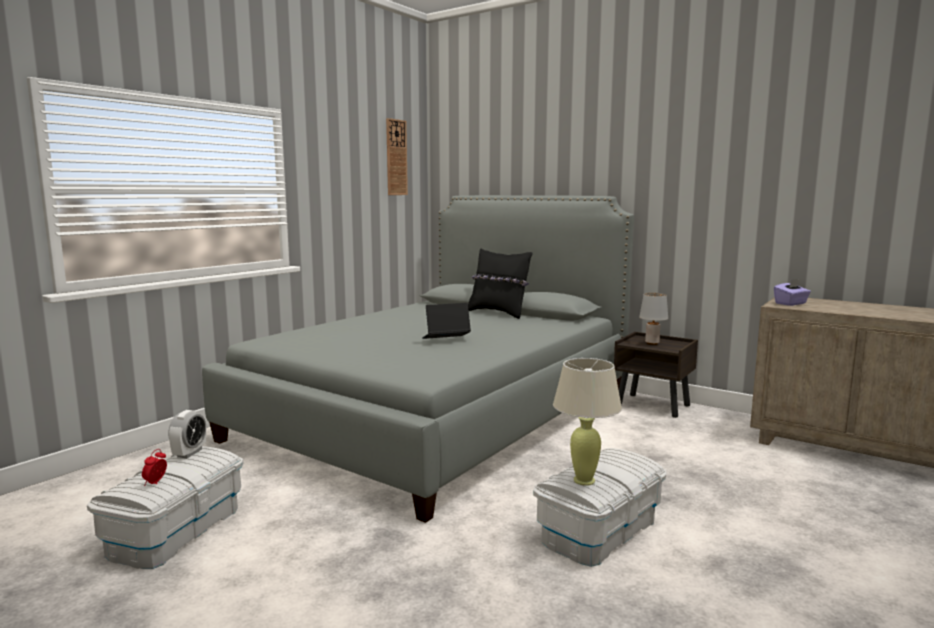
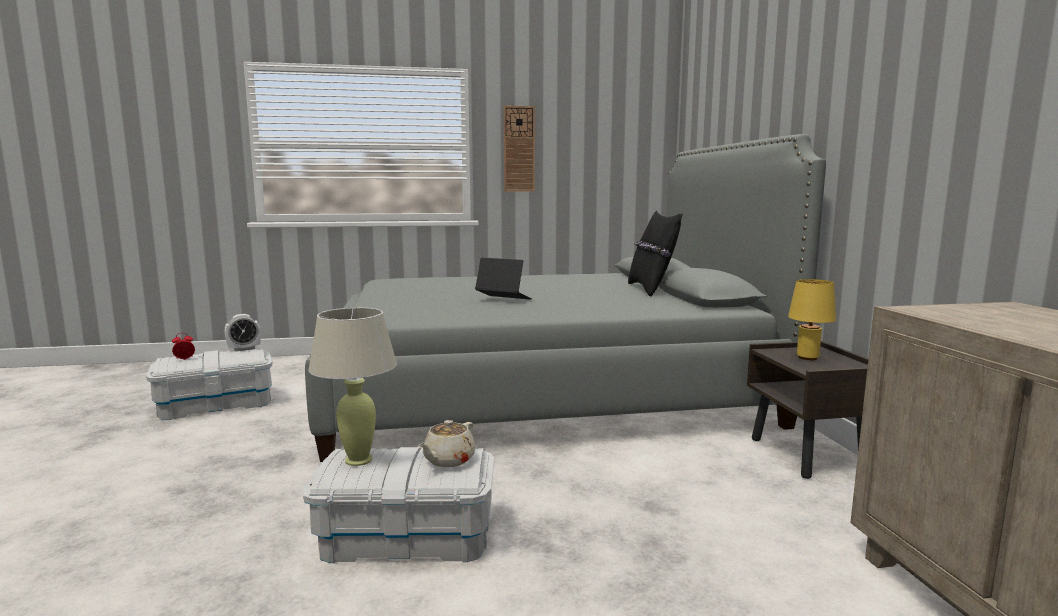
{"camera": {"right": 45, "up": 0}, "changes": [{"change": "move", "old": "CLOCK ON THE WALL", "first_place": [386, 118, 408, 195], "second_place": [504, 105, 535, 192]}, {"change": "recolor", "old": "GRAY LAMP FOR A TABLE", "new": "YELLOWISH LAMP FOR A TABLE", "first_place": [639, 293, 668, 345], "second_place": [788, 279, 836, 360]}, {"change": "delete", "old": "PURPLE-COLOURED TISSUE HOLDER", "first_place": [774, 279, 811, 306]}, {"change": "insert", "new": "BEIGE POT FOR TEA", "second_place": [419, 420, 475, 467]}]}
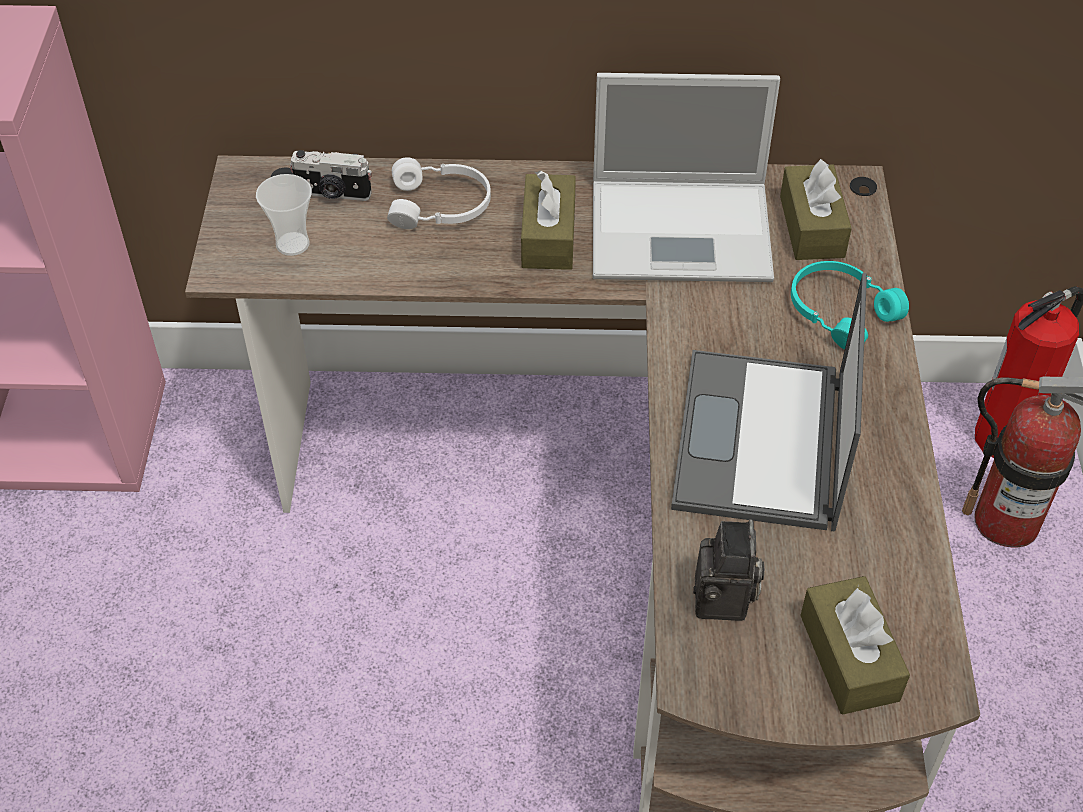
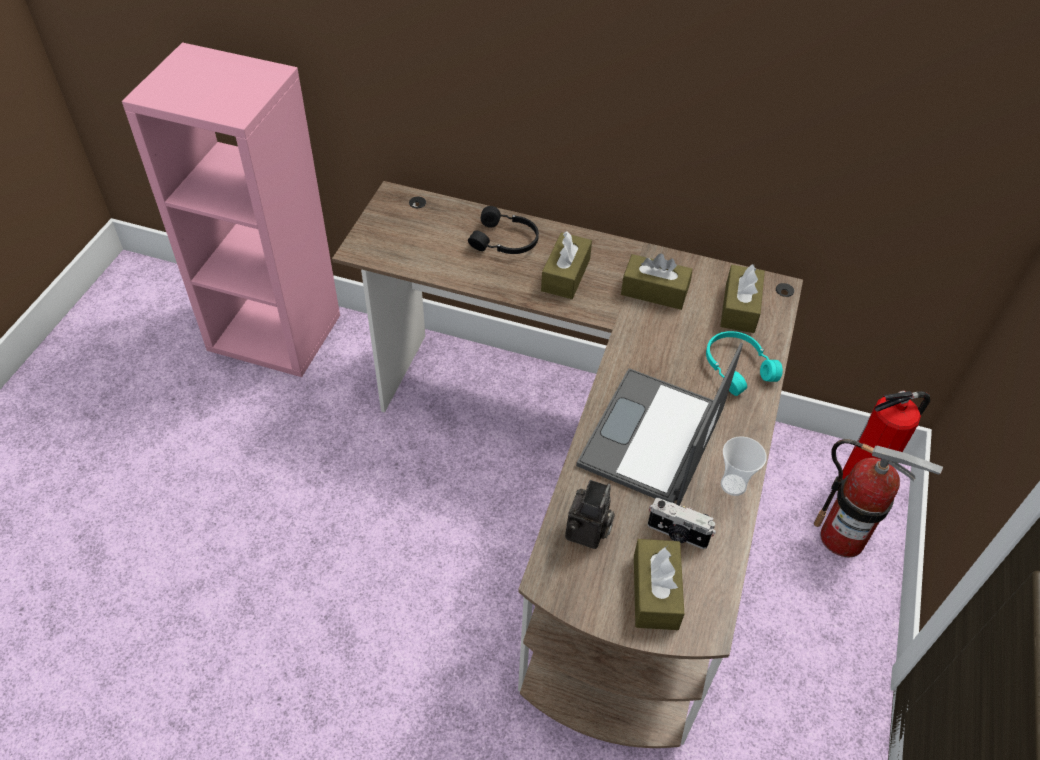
{"camera": {"right": 15, "up": 0}, "changes": [{"change": "move", "old": "SMALL CUP", "first_place": [256, 174, 312, 256], "second_place": [721, 436, 767, 496]}, {"change": "move", "old": "PHOTO CAMERA", "first_place": [290, 150, 372, 201], "second_place": [648, 498, 716, 549]}, {"change": "recolor", "old": "WHITE HEADPHONES", "new": "BLACKISH HEADPHONES", "first_place": [387, 157, 491, 229], "second_place": [468, 206, 539, 254]}, {"change": "replace", "old": "NOTEBOOK COMPUTER", "new": "BROWN-COLOURED TISSUE HOLDER", "first_place": [593, 73, 780, 282], "second_place": [621, 253, 693, 310]}]}
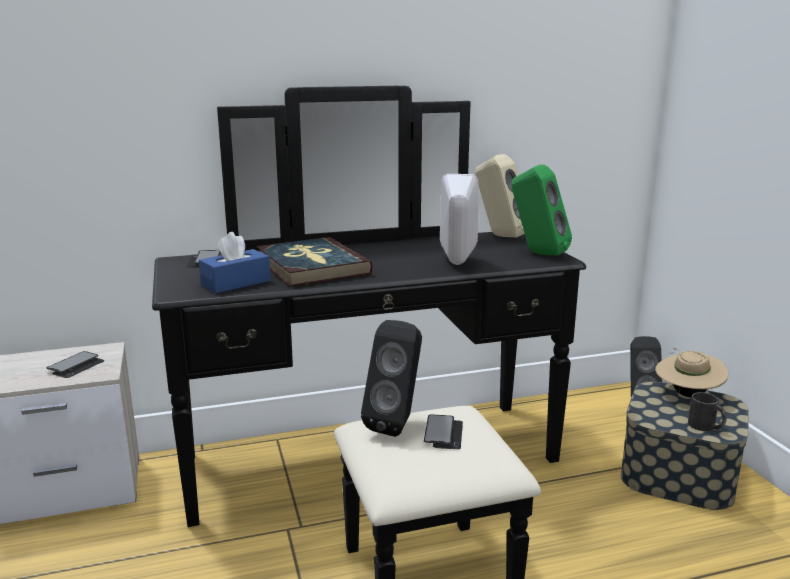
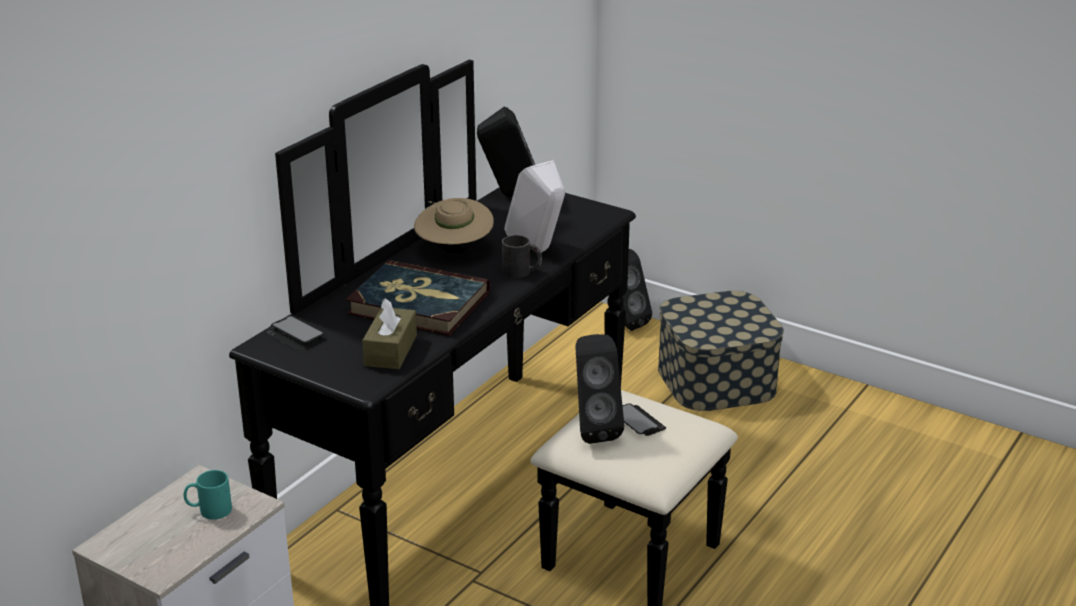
{"camera": {"right": -40, "up": 10}, "changes": [{"change": "replace", "old": "HANDSET", "new": "TURQUOISE-COLOURED TEA MUG", "first_place": [47, 351, 104, 378], "second_place": [184, 470, 232, 520]}, {"change": "recolor", "old": "BLUE TISSUE HOLDER", "new": "BROWN-COLOURED TISSUE HOLDER", "first_place": [199, 232, 271, 293], "second_place": [362, 298, 417, 369]}, {"change": "recolor", "old": "BEIGE AUDIO SPEAKER", "new": "BLACKISH AUDIO SPEAKER", "first_place": [475, 154, 525, 237], "second_place": [477, 106, 535, 197]}, {"change": "delete", "old": "GREEN AUDIO SPEAKER", "first_place": [512, 165, 572, 256]}, {"change": "move", "old": "BEIGE CLOTHING HAT", "first_place": [655, 348, 729, 397], "second_place": [414, 198, 494, 253]}, {"change": "move", "old": "BLACKISH TEA MUG", "first_place": [688, 392, 727, 431], "second_place": [502, 235, 542, 278]}]}
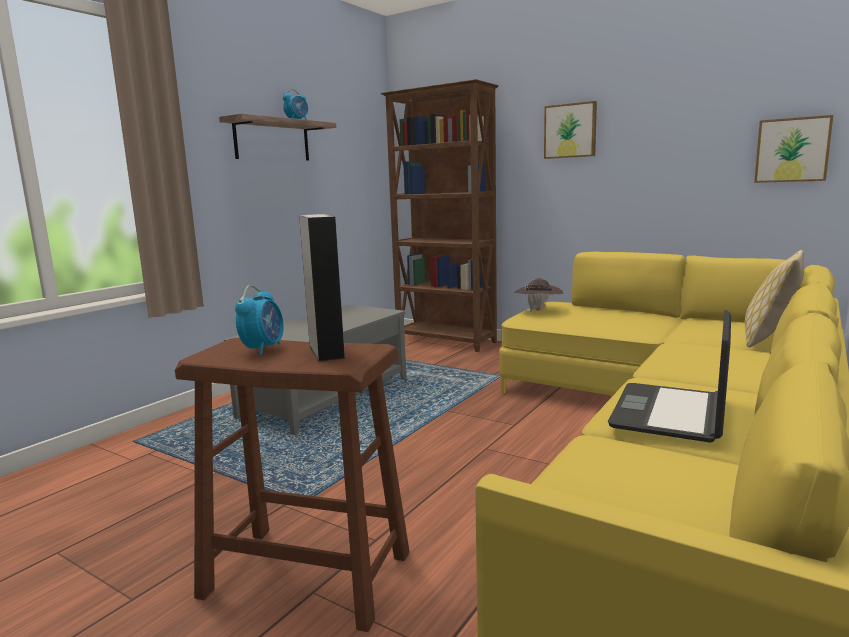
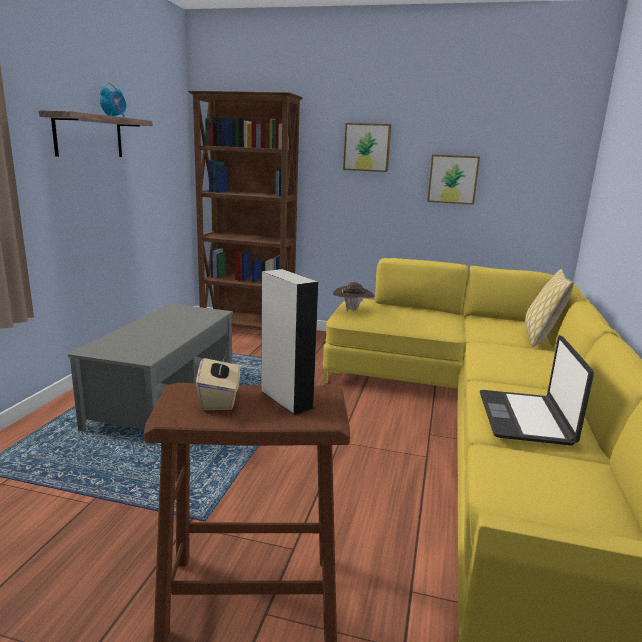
{"camera": {"right": -20, "up": 5}, "changes": [{"change": "replace", "old": "ALARM CLOCK", "new": "BEIGE TISSUE HOLDER", "first_place": [235, 285, 284, 355], "second_place": [196, 352, 240, 410]}, {"change": "move", "old": "WALL ART", "first_place": [754, 115, 833, 183], "second_place": [427, 155, 480, 205]}]}
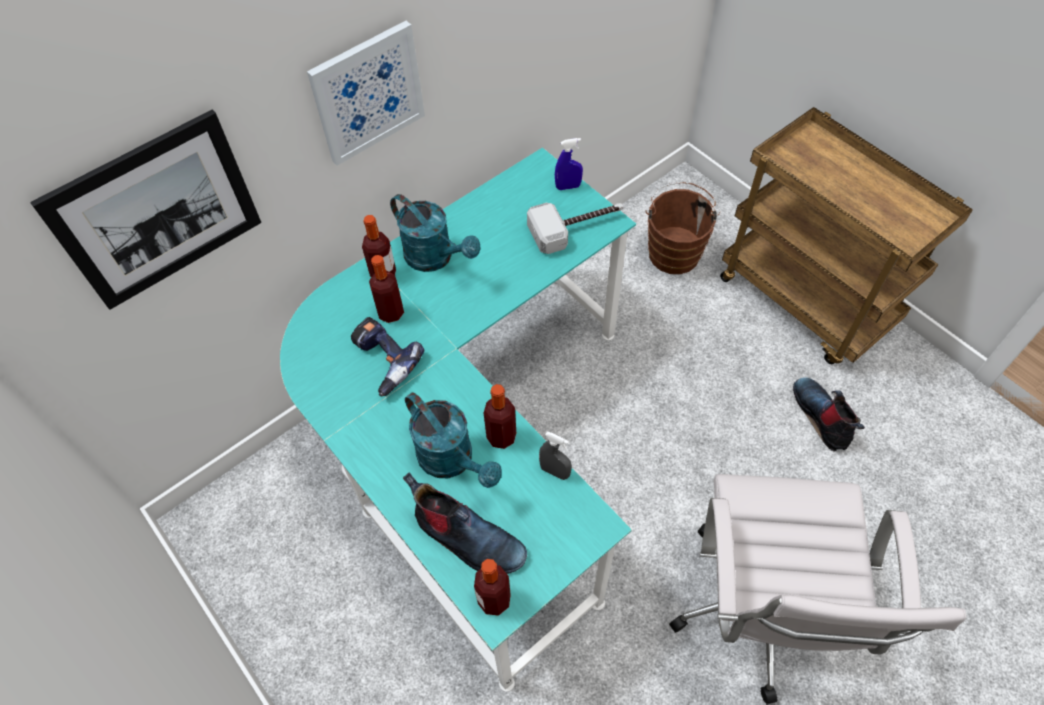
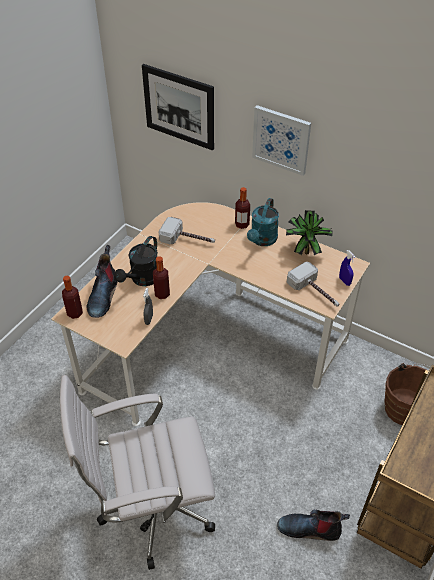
{"camera": {"right": 70, "up": -10}, "changes": [{"change": "recolor", "old": "TURQUOISE-COLOURED DESK TABLE", "new": "BEIGE DESK TABLE", "first_place": [280, 147, 636, 692], "second_place": [51, 202, 370, 426]}, {"change": "replace", "old": "DRILL", "new": "TOOL HAMMER", "first_place": [351, 317, 424, 396], "second_place": [158, 217, 215, 244]}, {"change": "delete", "old": "BOTTLE", "first_place": [369, 255, 404, 323]}, {"change": "recolor", "old": "TURQUOISE-COLOURED SPRINKLING CAN", "new": "BLACKISH SPRINKLING CAN", "first_place": [405, 392, 502, 488], "second_place": [114, 236, 158, 286]}, {"change": "rotate", "old": "BOOT", "first_place": [793, 377, 865, 451], "second_place": [277, 510, 350, 541], "degrees": -135}, {"change": "insert", "new": "POTTED PLANT", "second_place": [286, 210, 333, 255]}]}
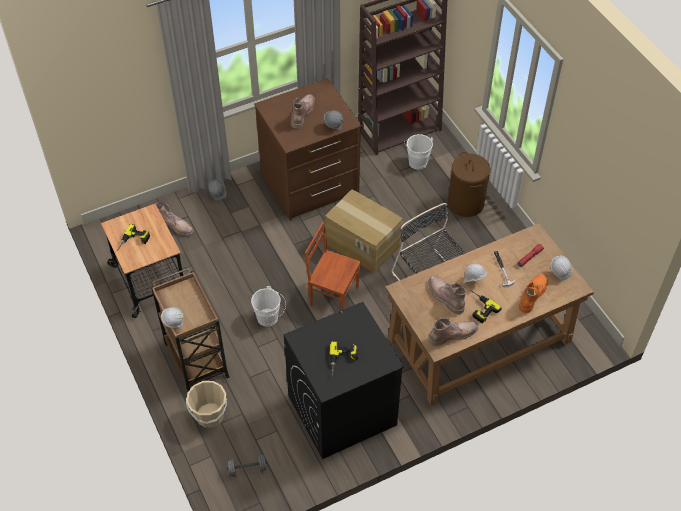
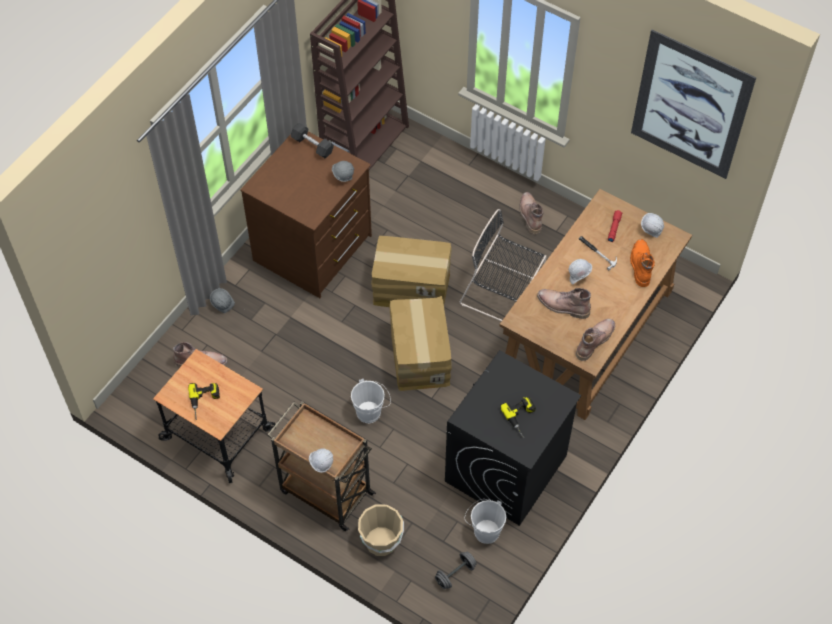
{"camera": {"right": -30, "up": 5}, "changes": [{"change": "move", "old": "BROWN-COLOURED BOOT", "first_place": [291, 94, 315, 129], "second_place": [519, 192, 544, 234]}, {"change": "replace", "old": "BROWN-COLOURED CHAIR", "new": "CARTON", "first_place": [305, 222, 361, 310], "second_place": [390, 296, 452, 391]}, {"change": "move", "old": "WHITE BUCKET", "first_place": [404, 134, 433, 170], "second_place": [465, 499, 506, 544]}, {"change": "delete", "old": "BROWN-COLOURED WASHING BASKET", "first_place": [448, 152, 491, 217]}, {"change": "delete", "old": "DRILL", "first_place": [470, 290, 502, 323]}, {"change": "insert", "new": "BLACKISH DUMBBELL", "second_place": [291, 123, 334, 158]}, {"change": "insert", "new": "WALL ART", "second_place": [631, 30, 756, 179]}]}
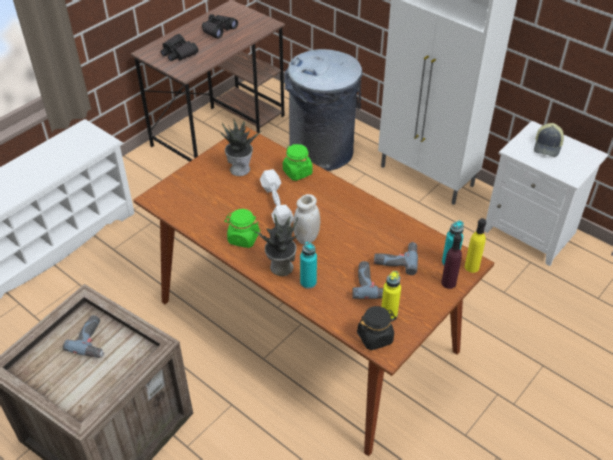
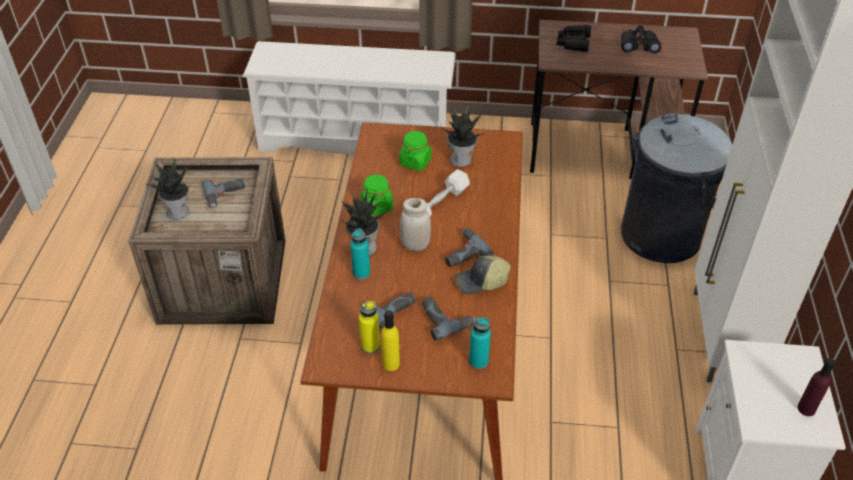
{"camera": {"right": 55, "up": 0}, "changes": [{"change": "move", "old": "GREEN STORAGE JAR", "first_place": [283, 144, 313, 181], "second_place": [400, 131, 431, 171]}, {"change": "delete", "old": "BLACKISH STORAGE JAR", "first_place": [357, 306, 397, 350]}, {"change": "move", "old": "PURPLE-COLOURED BOTTLE", "first_place": [441, 234, 462, 289], "second_place": [798, 358, 835, 416]}, {"change": "move", "old": "YELLOWISH BOTTLE", "first_place": [465, 218, 486, 273], "second_place": [381, 310, 400, 371]}, {"change": "move", "old": "CAP", "first_place": [534, 123, 564, 157], "second_place": [455, 255, 511, 294]}, {"change": "insert", "new": "POTTED PLANT", "second_place": [145, 157, 190, 219]}, {"change": "insert", "new": "DRILL", "second_place": [445, 228, 494, 267]}]}
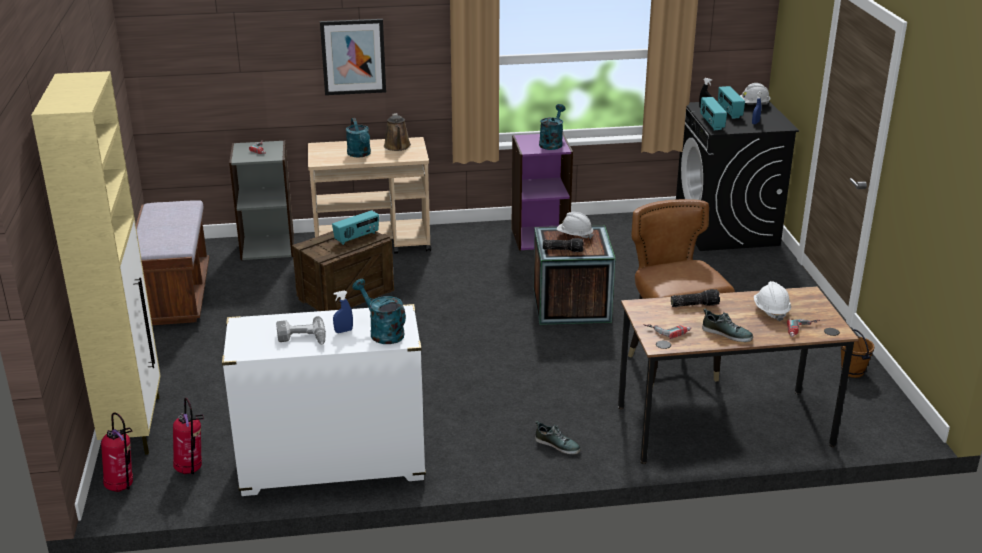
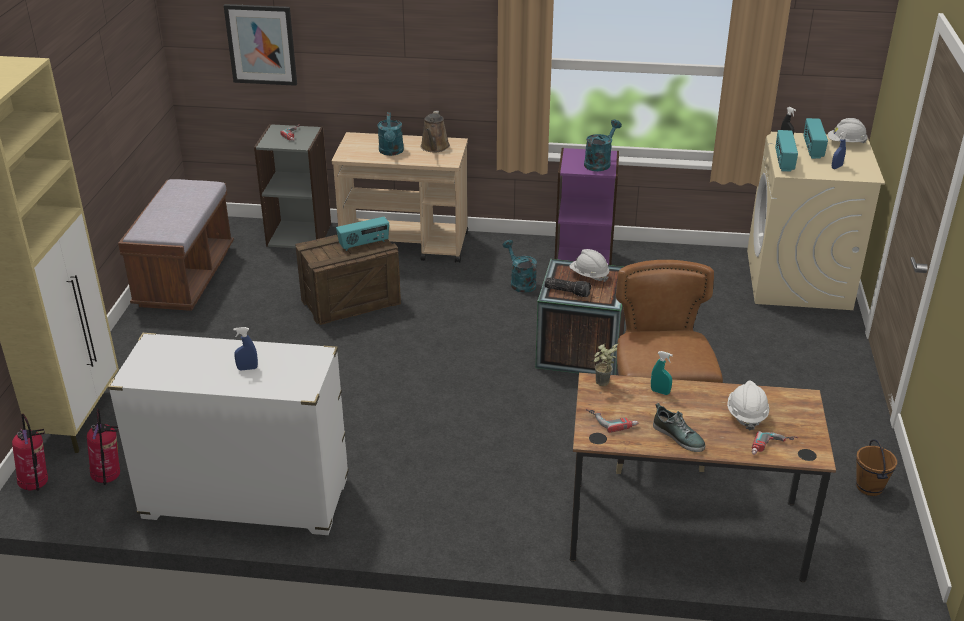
{"camera": {"right": 15, "up": 5}, "changes": [{"change": "delete", "old": "DRILL", "first_place": [276, 316, 326, 345]}, {"change": "move", "old": "WALL ART", "first_place": [320, 19, 386, 95], "second_place": [224, 4, 297, 86]}, {"change": "move", "old": "TURQUOISE-COLOURED SPRINKLING CAN", "first_place": [352, 279, 406, 344], "second_place": [503, 240, 537, 293]}, {"change": "delete", "old": "ITEM OF FOOTWEAR", "first_place": [535, 421, 581, 455]}, {"change": "replace", "old": "FLASHLIGHT", "new": "TURQUOISE-COLOURED SPRAY BOTTLE", "first_place": [671, 289, 720, 307], "second_place": [651, 351, 673, 395]}, {"change": "recolor", "old": "BLACKISH WASHING MACHINE", "new": "BEIGE WASHING MACHINE", "first_place": [676, 101, 799, 251], "second_place": [747, 132, 885, 310]}, {"change": "insert", "new": "POTTED PLANT", "second_place": [594, 343, 619, 386]}]}
